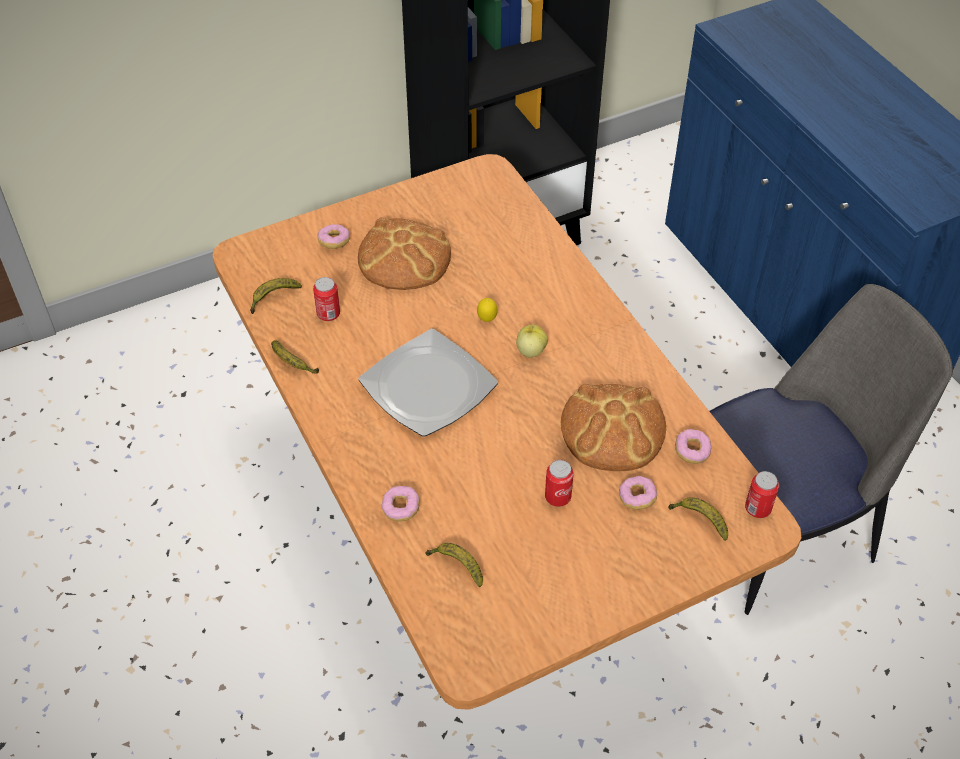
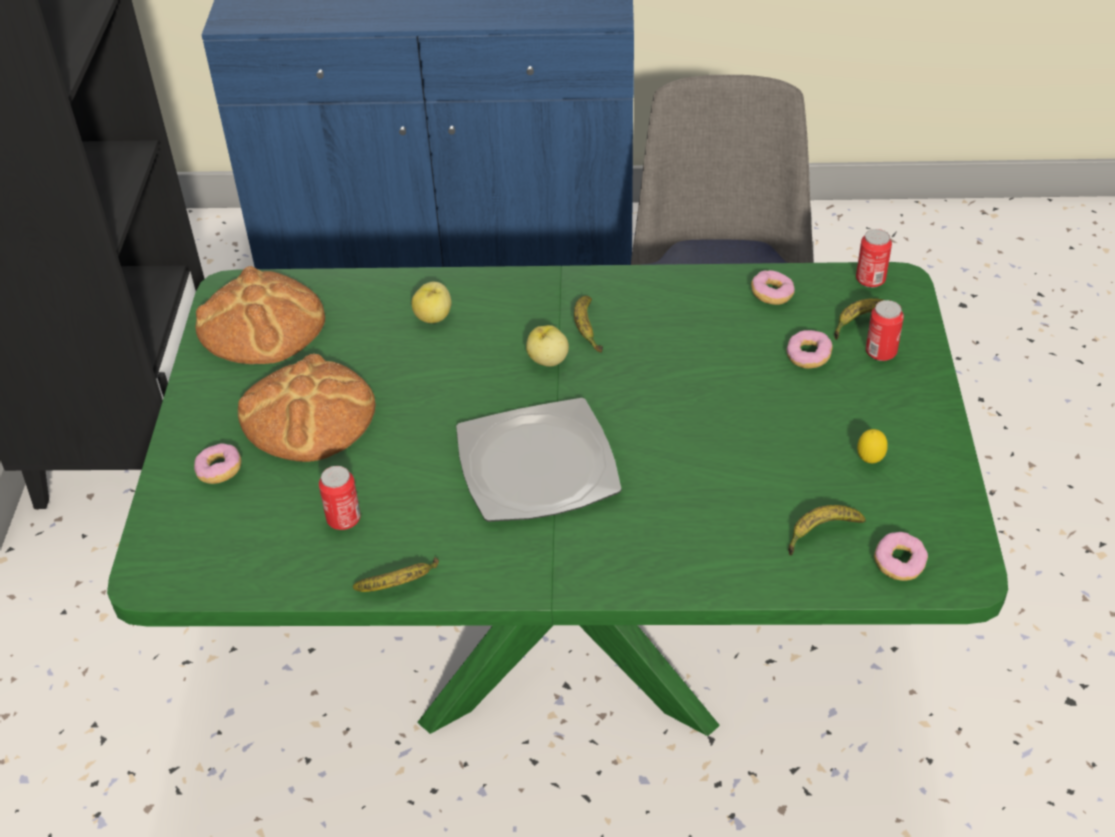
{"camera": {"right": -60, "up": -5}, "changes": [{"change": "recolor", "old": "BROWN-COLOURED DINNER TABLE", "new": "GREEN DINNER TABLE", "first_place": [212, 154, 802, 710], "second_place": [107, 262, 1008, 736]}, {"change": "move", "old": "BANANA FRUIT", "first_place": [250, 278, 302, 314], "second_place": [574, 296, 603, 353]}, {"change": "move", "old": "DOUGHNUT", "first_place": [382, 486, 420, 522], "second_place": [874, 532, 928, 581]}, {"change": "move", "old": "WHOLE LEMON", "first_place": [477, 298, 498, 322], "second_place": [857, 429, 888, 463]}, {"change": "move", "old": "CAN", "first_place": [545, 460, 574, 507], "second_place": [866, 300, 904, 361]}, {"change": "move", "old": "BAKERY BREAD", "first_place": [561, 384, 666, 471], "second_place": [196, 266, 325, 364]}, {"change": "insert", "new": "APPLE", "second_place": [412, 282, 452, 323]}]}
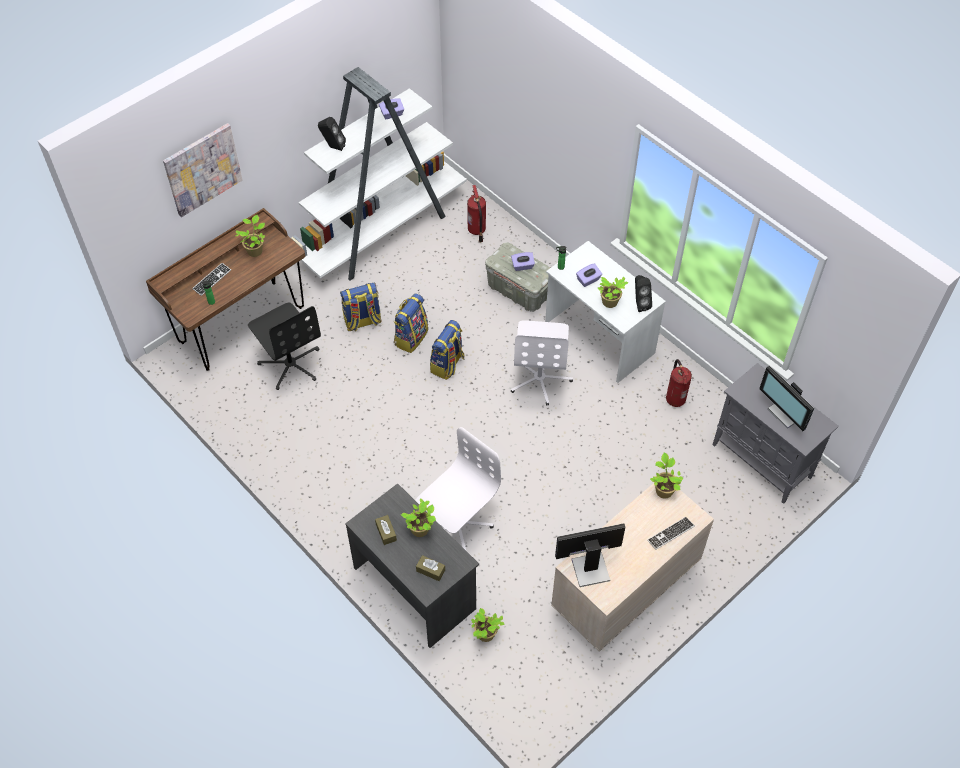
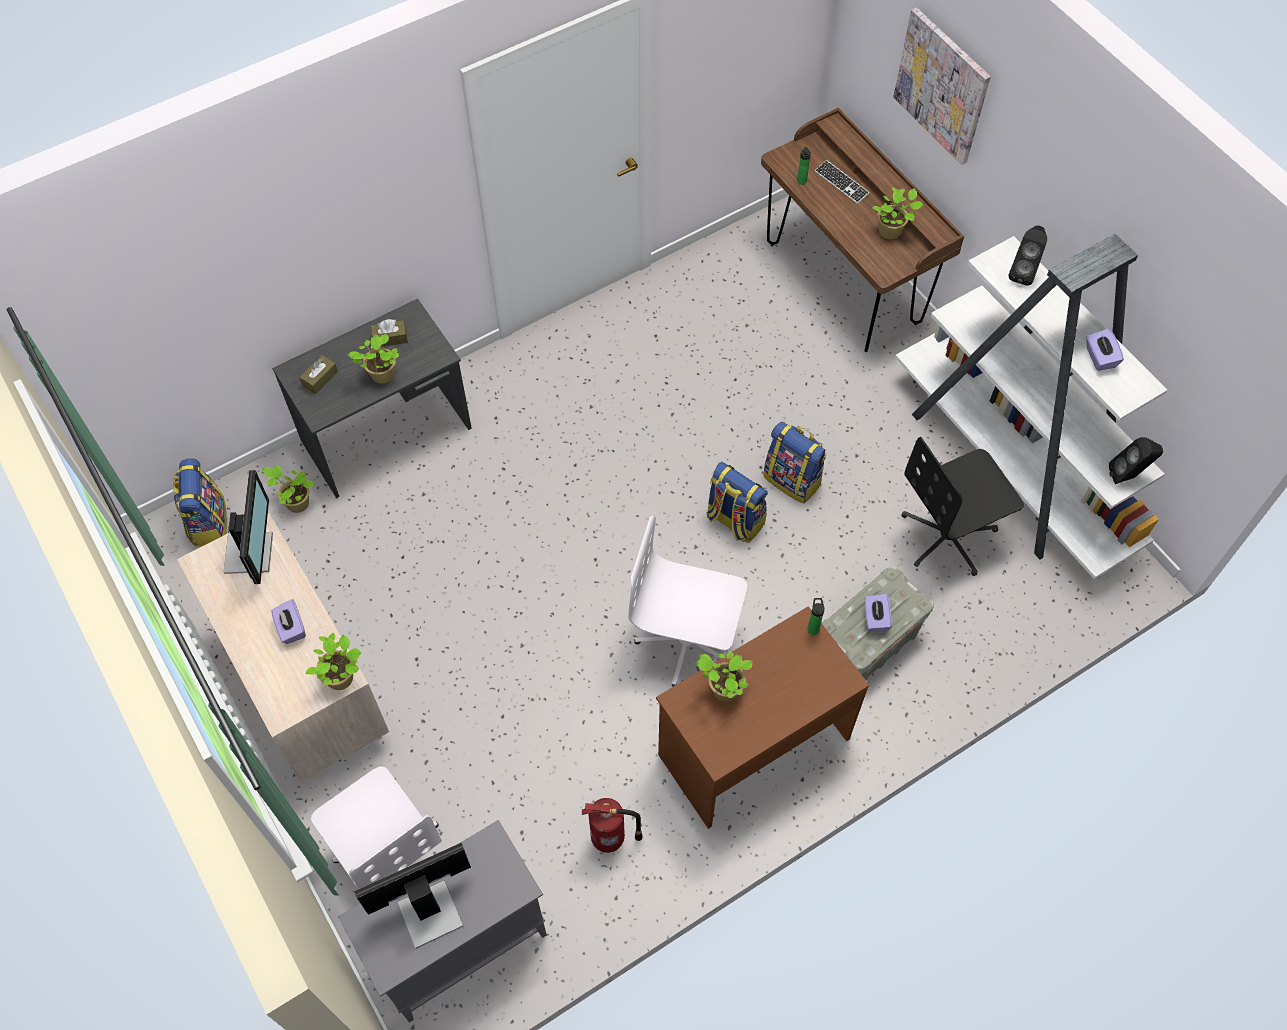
{"camera": {"right": 100, "up": 5}, "changes": [{"change": "move", "old": "BLACKISH DESK CHAIR", "first_place": [248, 303, 321, 390], "second_place": [901, 437, 1024, 576]}, {"change": "move", "old": "BACKPACK", "first_place": [340, 283, 382, 331], "second_place": [173, 458, 227, 547]}, {"change": "move", "old": "WHITE DESK CHAIR", "first_place": [415, 427, 501, 550], "second_place": [311, 766, 442, 889]}, {"change": "delete", "old": "EXTINGUISHER", "first_place": [467, 185, 486, 242]}, {"change": "recolor", "old": "WHITE DESK TABLE", "new": "BROWN-COLOURED DESK TABLE", "first_place": [545, 241, 666, 383], "second_place": [656, 606, 869, 829]}, {"change": "move", "old": "PURPLE-COLOURED TISSUE HOLDER", "first_place": [576, 263, 602, 287], "second_place": [271, 599, 306, 644]}, {"change": "move", "old": "BLACKISH AUDIO SPEAKER", "first_place": [635, 275, 652, 312], "second_place": [1109, 437, 1163, 484]}, {"change": "delete", "old": "COMPUTER KEYBOARD", "first_place": [647, 517, 695, 550]}]}
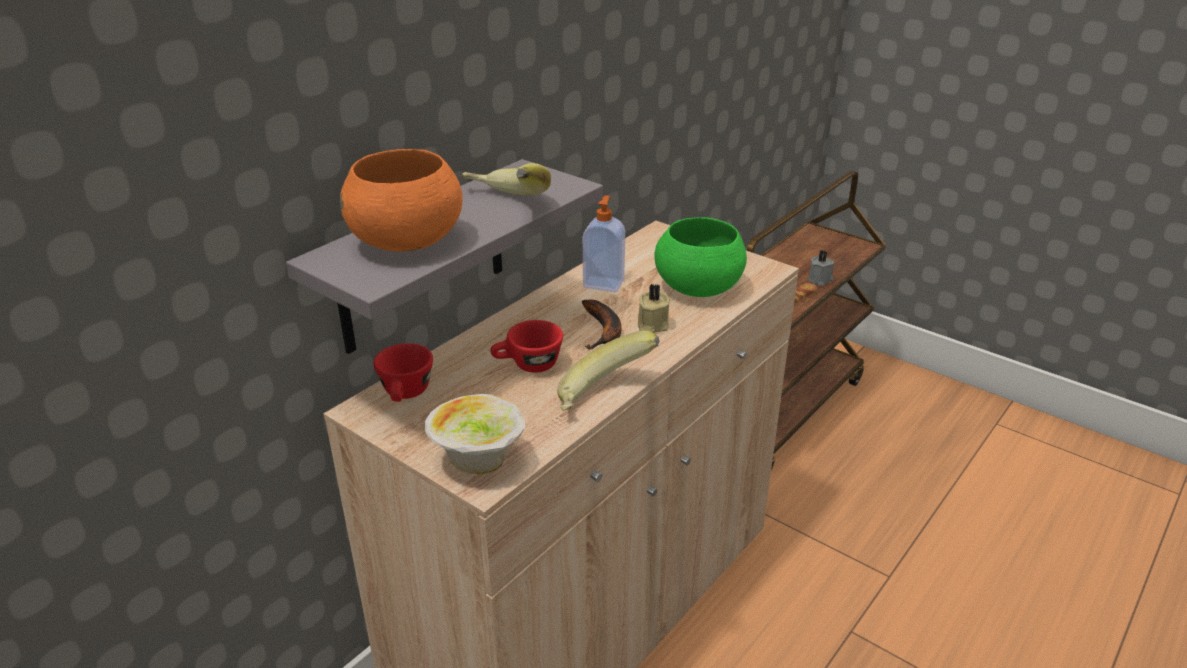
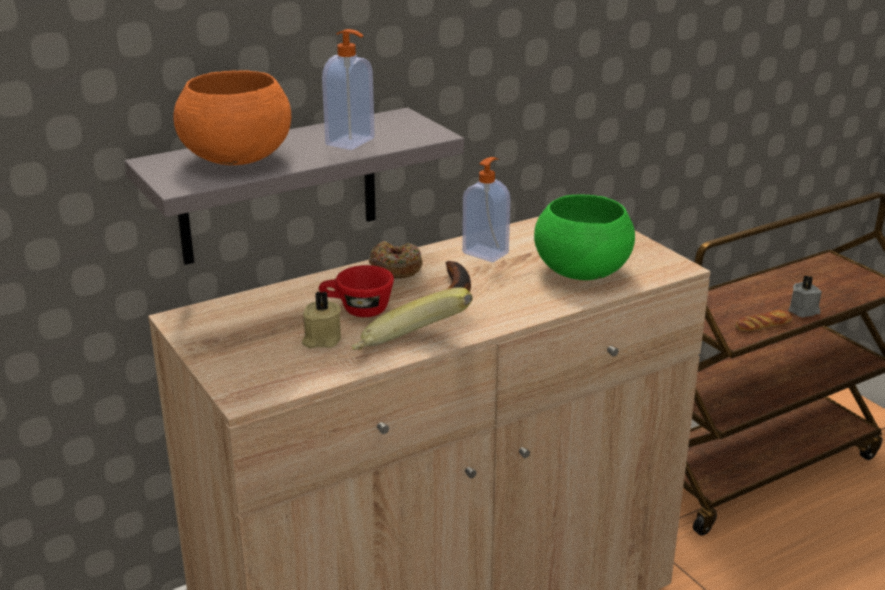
{"camera": {"right": 20, "up": -5}, "changes": [{"change": "delete", "old": "REDDISH SMALL CUP", "first_place": [373, 343, 433, 402]}, {"change": "delete", "old": "DEEP DISH", "first_place": [425, 394, 525, 474]}, {"change": "replace", "old": "BANANA FRUIT", "new": "SOAP DISPENSER", "first_place": [462, 163, 551, 195], "second_place": [322, 29, 375, 150]}, {"change": "move", "old": "BEIGE CANDLE", "first_place": [638, 283, 671, 333], "second_place": [302, 291, 341, 348]}, {"change": "insert", "new": "DOUGHNUT", "second_place": [369, 241, 423, 279]}]}
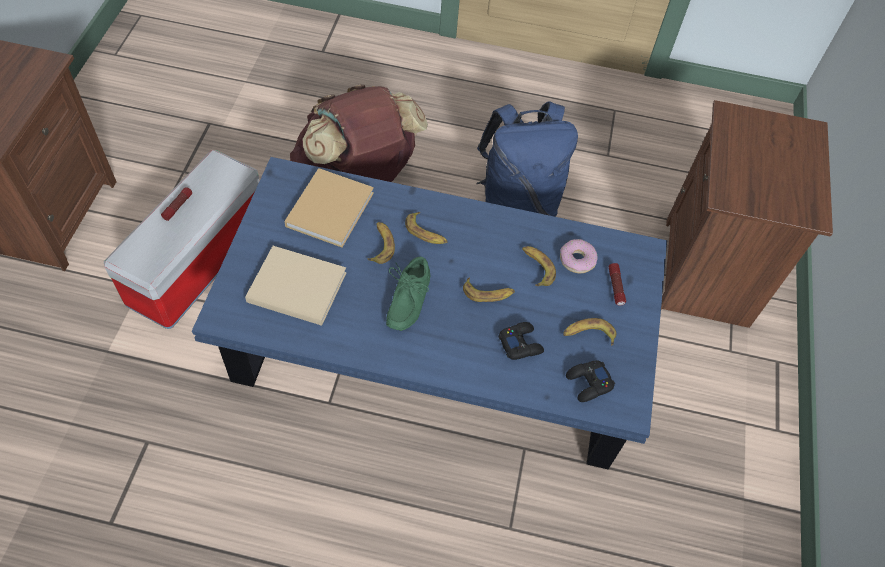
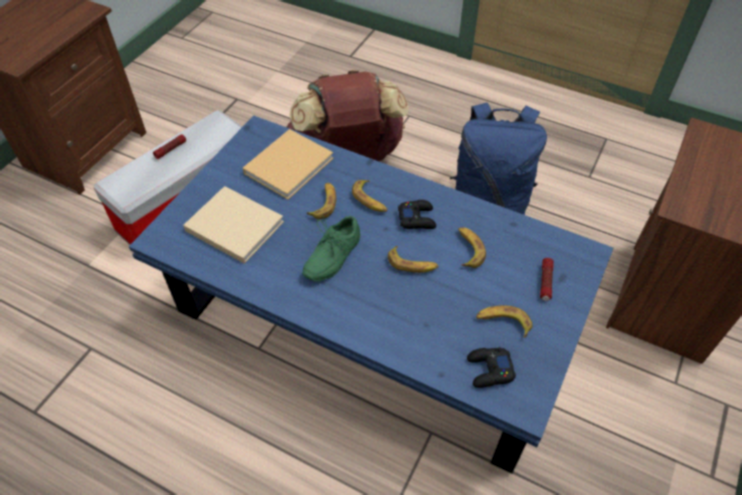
{"camera": {"right": 20, "up": -5}, "changes": [{"change": "move", "old": "BLACKISH JOYPAD", "first_place": [498, 322, 544, 360], "second_place": [398, 200, 436, 229]}, {"change": "delete", "old": "DOUGHNUT", "first_place": [560, 239, 598, 273]}]}
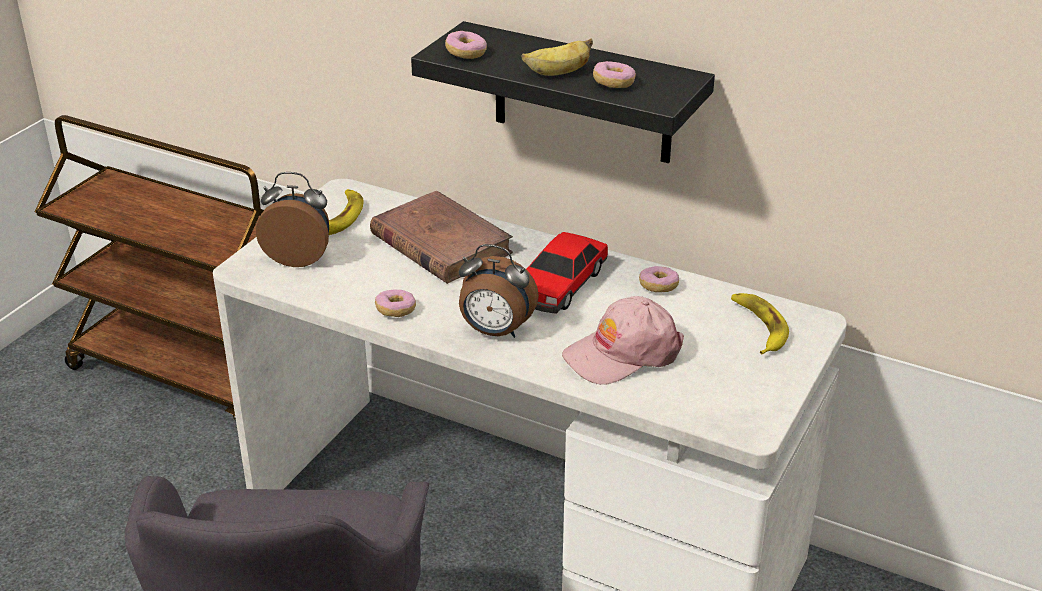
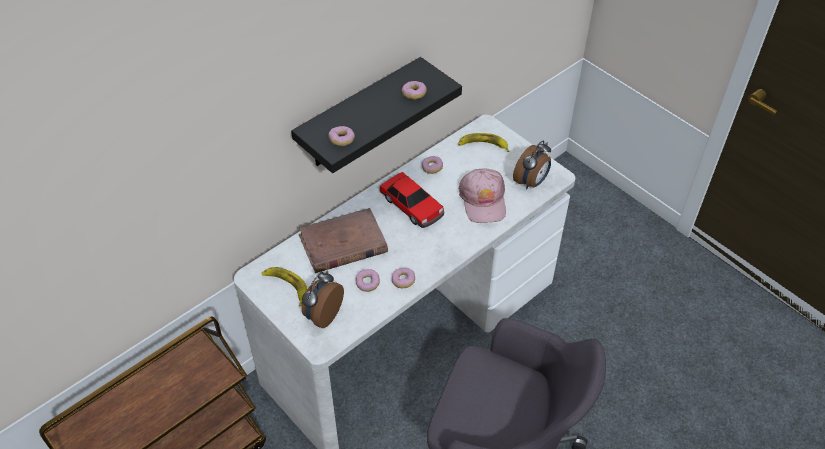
{"camera": {"right": -70, "up": 15}, "changes": [{"change": "move", "old": "ALARM CLOCK", "first_place": [459, 244, 539, 338], "second_place": [513, 141, 551, 190]}, {"change": "delete", "old": "BANANA FRUIT", "first_place": [522, 38, 593, 76]}, {"change": "insert", "new": "DOUGHNUT", "second_place": [356, 269, 380, 292]}]}
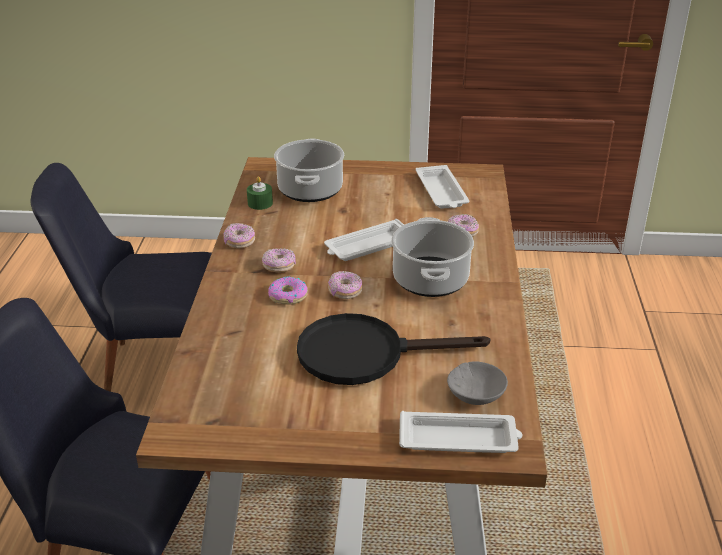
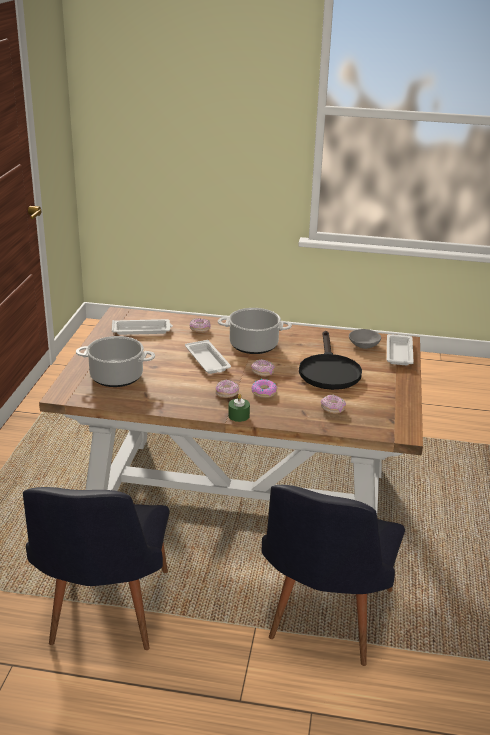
{"camera": {"right": -85, "up": -5}, "changes": [{"change": "move", "old": "DOUGHNUT", "first_place": [223, 223, 255, 248], "second_place": [321, 394, 346, 414]}, {"change": "move", "old": "GREEN CANDLE", "first_place": [247, 177, 273, 210], "second_place": [228, 394, 250, 422]}]}
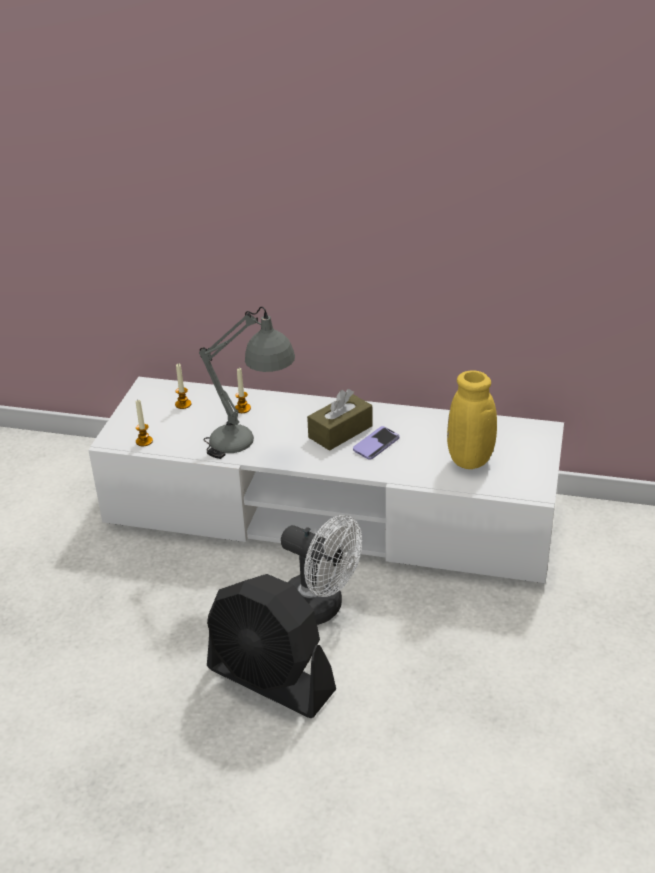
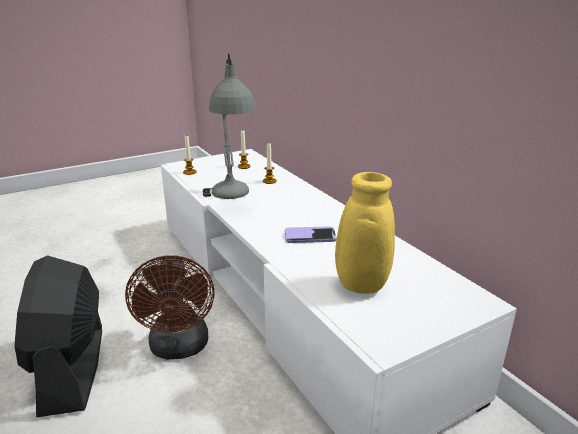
{"camera": {"right": 45, "up": -10}, "changes": [{"change": "recolor", "old": "WHITE ELECTRIC FAN", "new": "BROWN-COLOURED ELECTRIC FAN", "first_place": [281, 515, 362, 625], "second_place": [125, 255, 215, 360]}, {"change": "delete", "old": "BROWN-COLOURED TISSUE HOLDER", "first_place": [307, 389, 373, 451]}]}
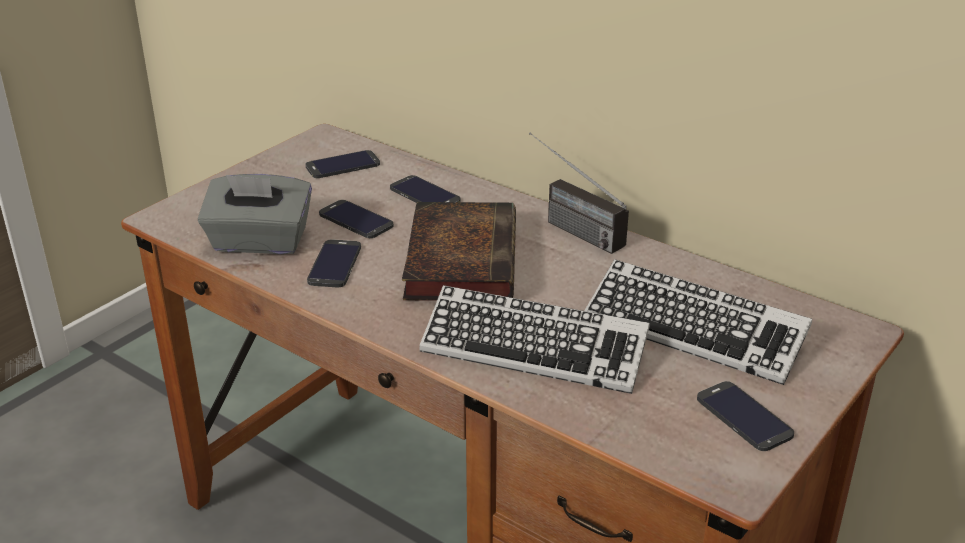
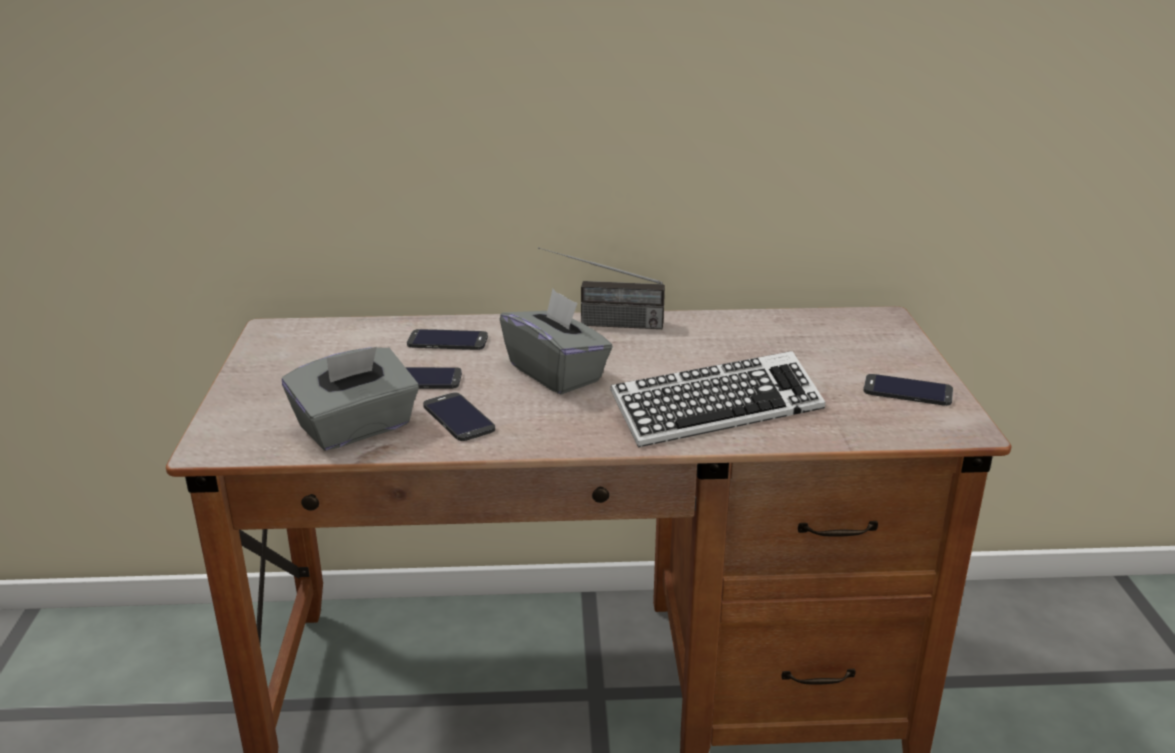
{"camera": {"right": -40, "up": -5}, "changes": [{"change": "delete", "old": "HANDSET", "first_place": [306, 150, 380, 178]}, {"change": "replace", "old": "BOOK", "new": "GRAY TISSUE HOLDER", "first_place": [402, 202, 516, 301], "second_place": [500, 289, 613, 394]}, {"change": "delete", "old": "COMPUTER KEYBOARD", "first_place": [584, 259, 812, 385]}]}
